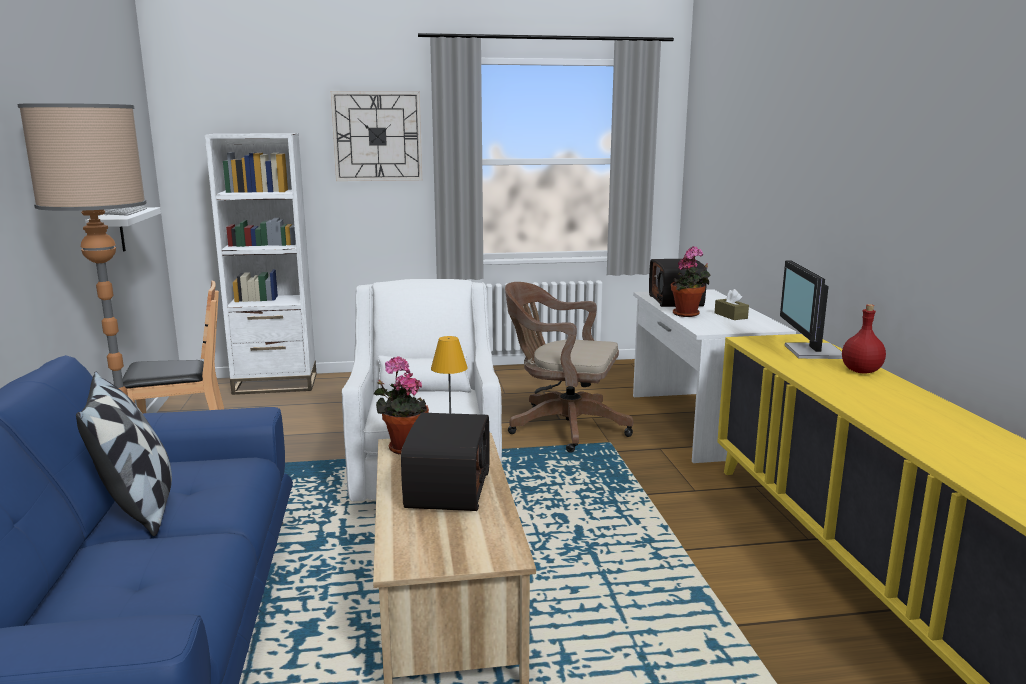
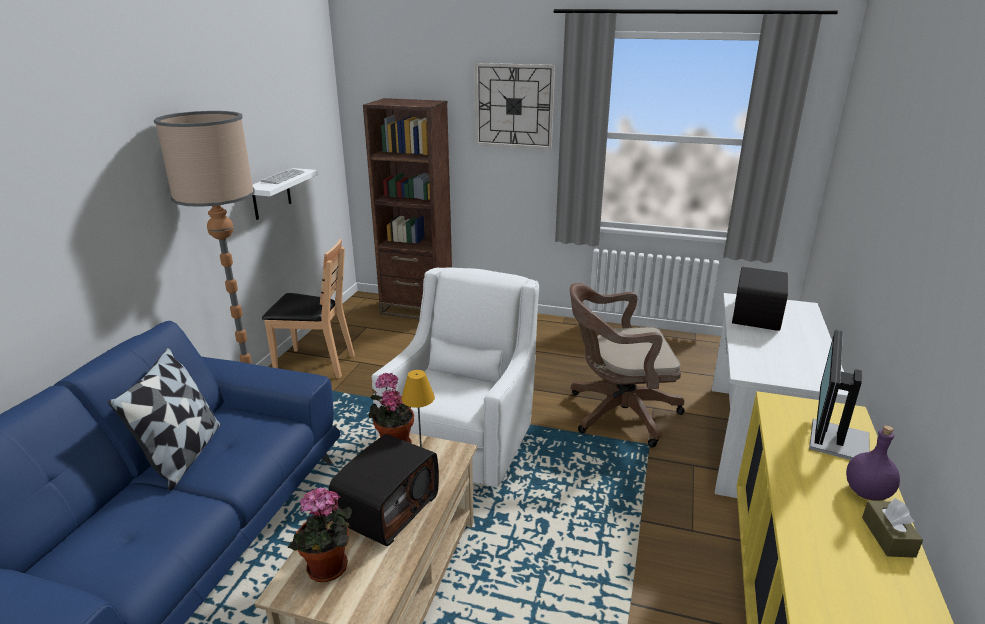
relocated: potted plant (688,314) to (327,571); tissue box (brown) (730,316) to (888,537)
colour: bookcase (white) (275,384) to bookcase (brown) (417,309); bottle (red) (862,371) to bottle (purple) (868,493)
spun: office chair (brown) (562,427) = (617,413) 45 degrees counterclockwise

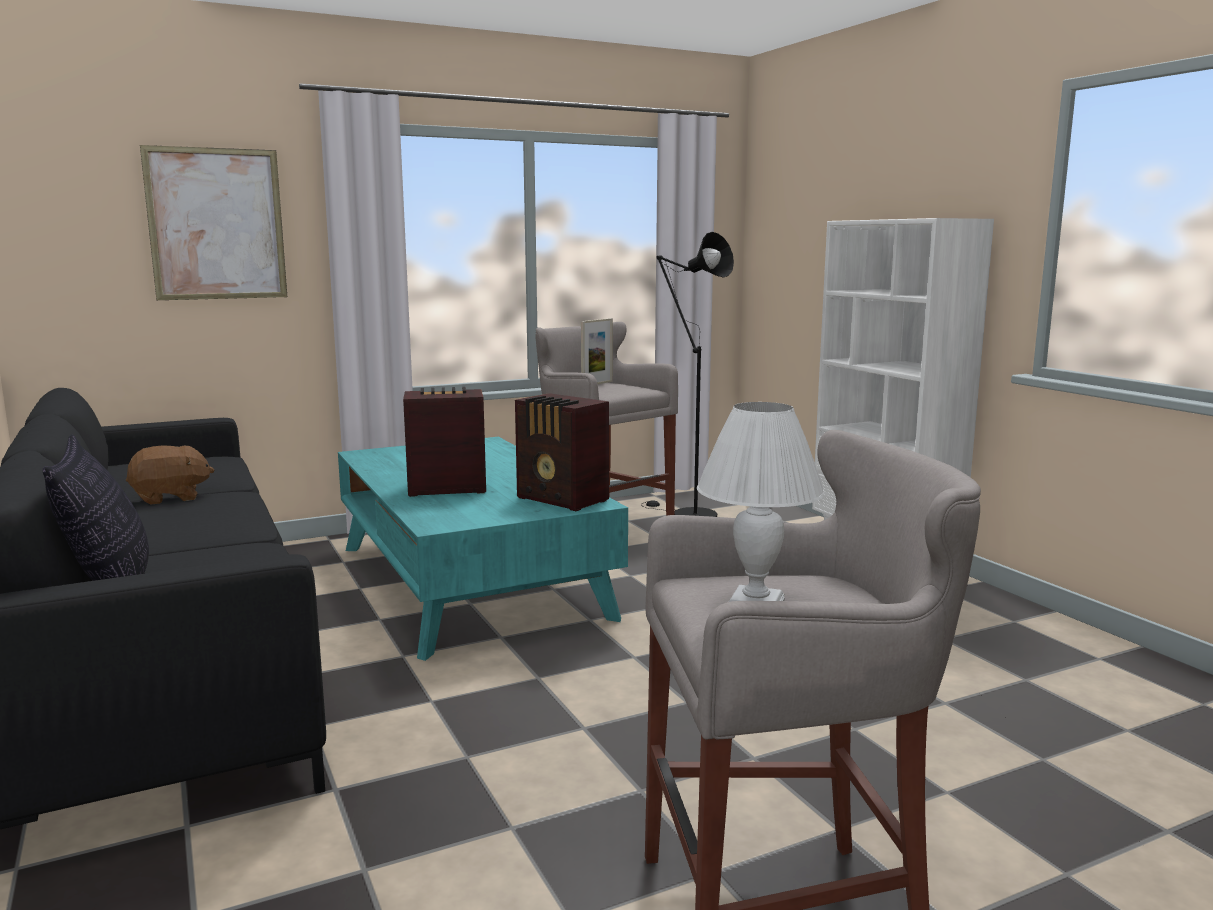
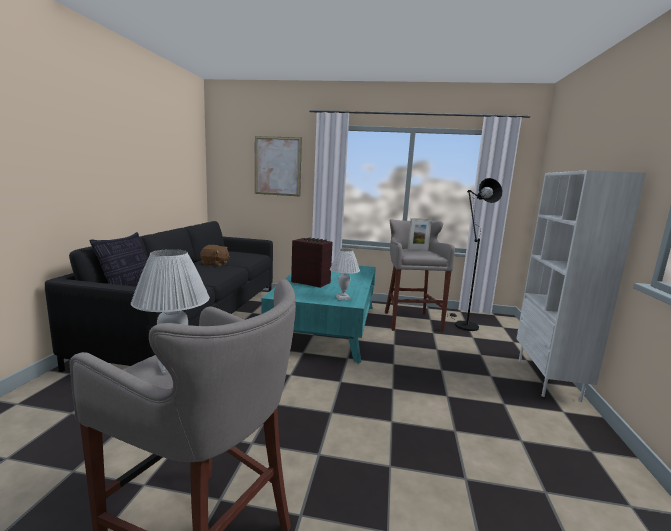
exchanged: radio (562,500) to table lamp (white) (343,298)

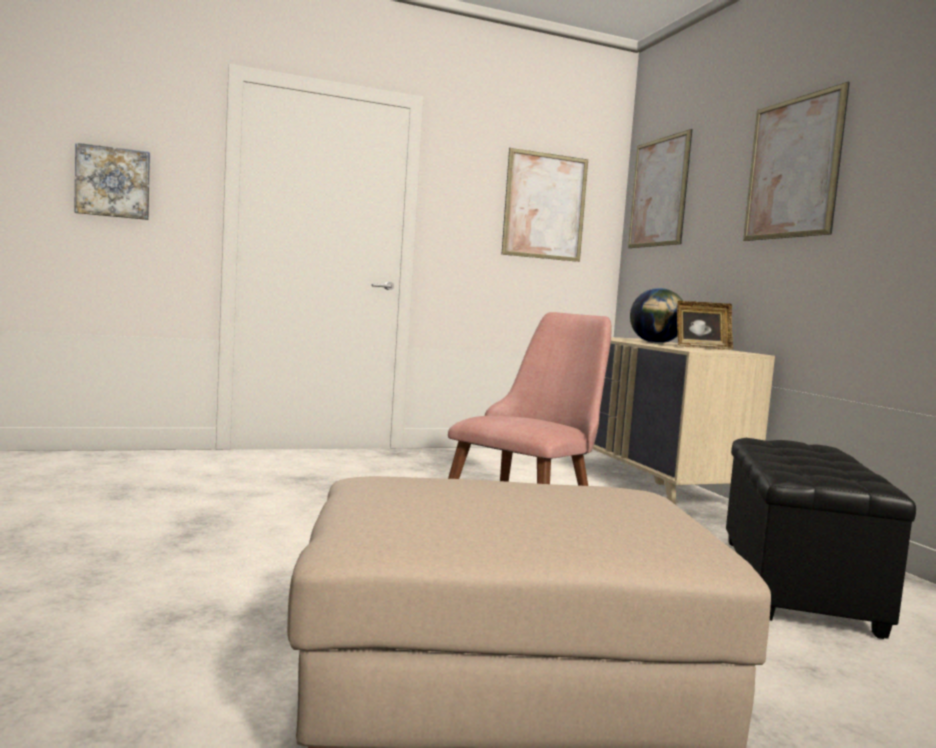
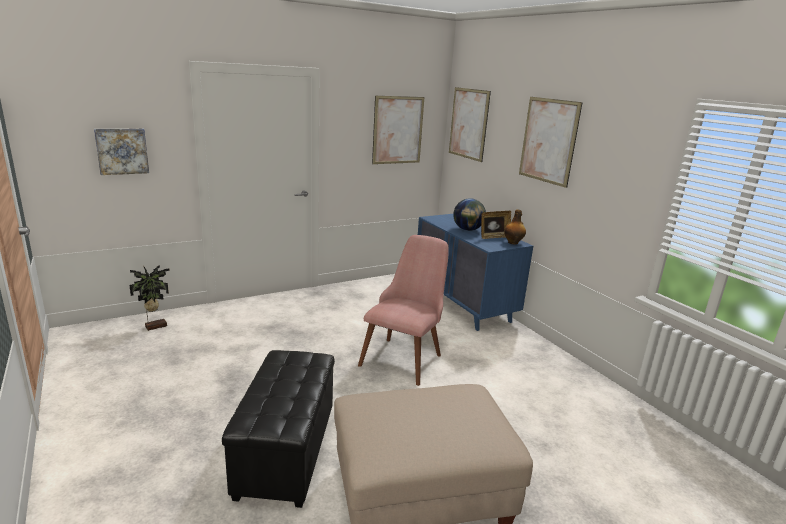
appeared: bottle (513,243); potted plant (155,326)
relocated: ottoman (black) (793,584) to (285,452)
colour: dresser (beige) (650,484) to dresser (blue) (463,305)

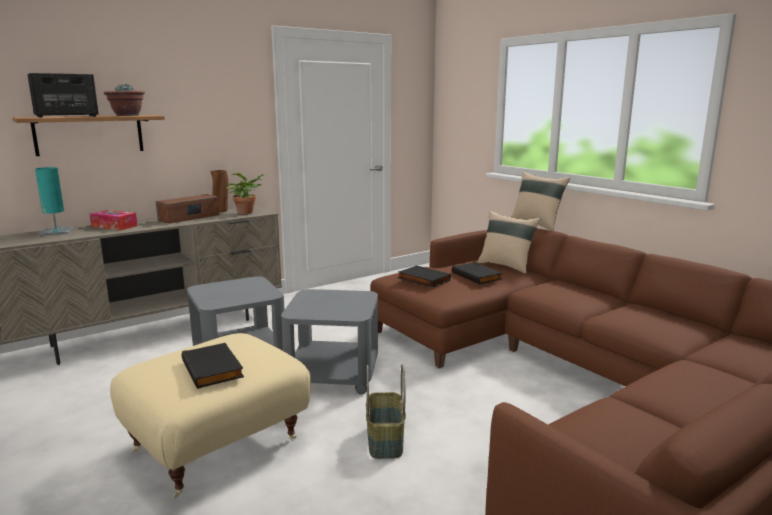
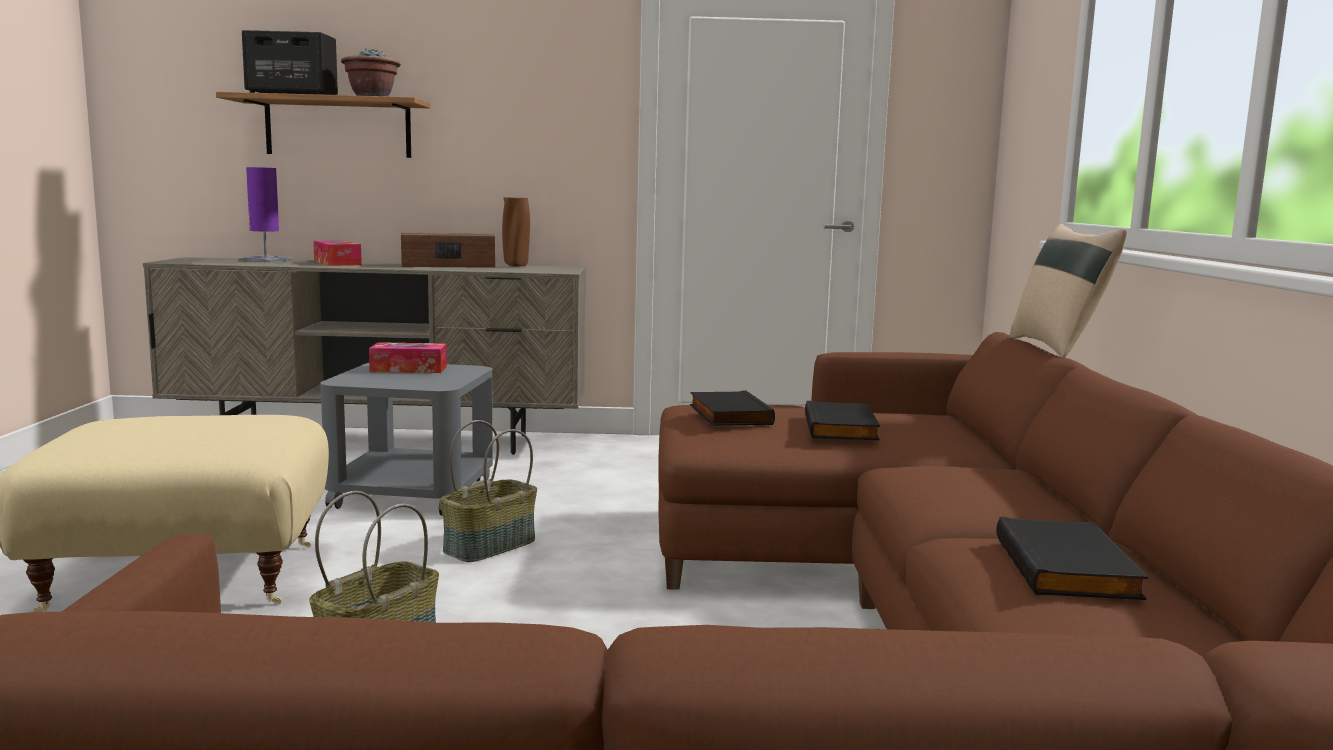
missing: potted plant (247,212); pillow (beige) (506,266)
appeared: tissue box (409,369)
relocated: book (black) (214,369) to (1069,568)
exchanged: side table (grey) (334,374) to basket (490,546)
colour: table lamp (turquoise) (56,231) to table lamp (purple) (265,260)

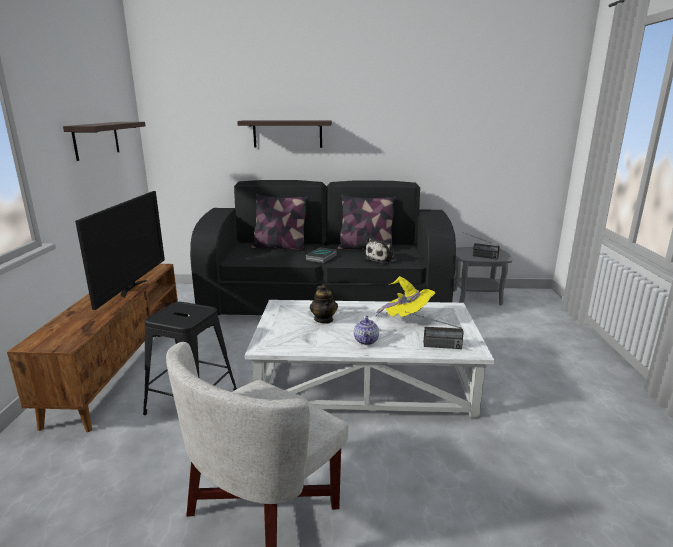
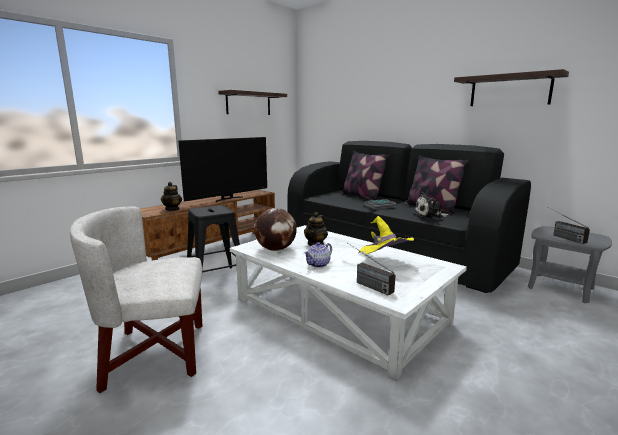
appeared: teapot (172,209); globe (276,249)
relocated: shelf (287,134) to (509,90)

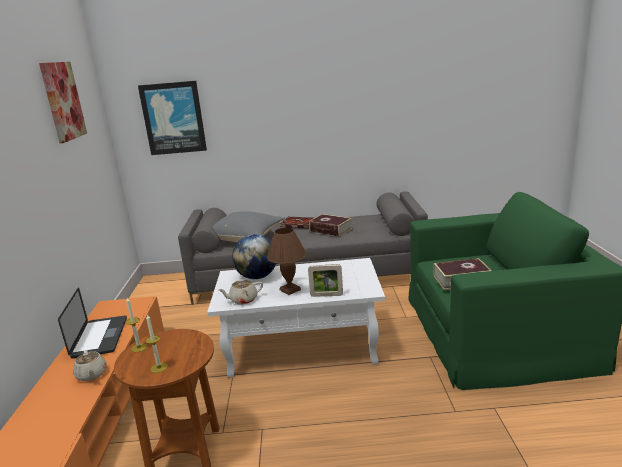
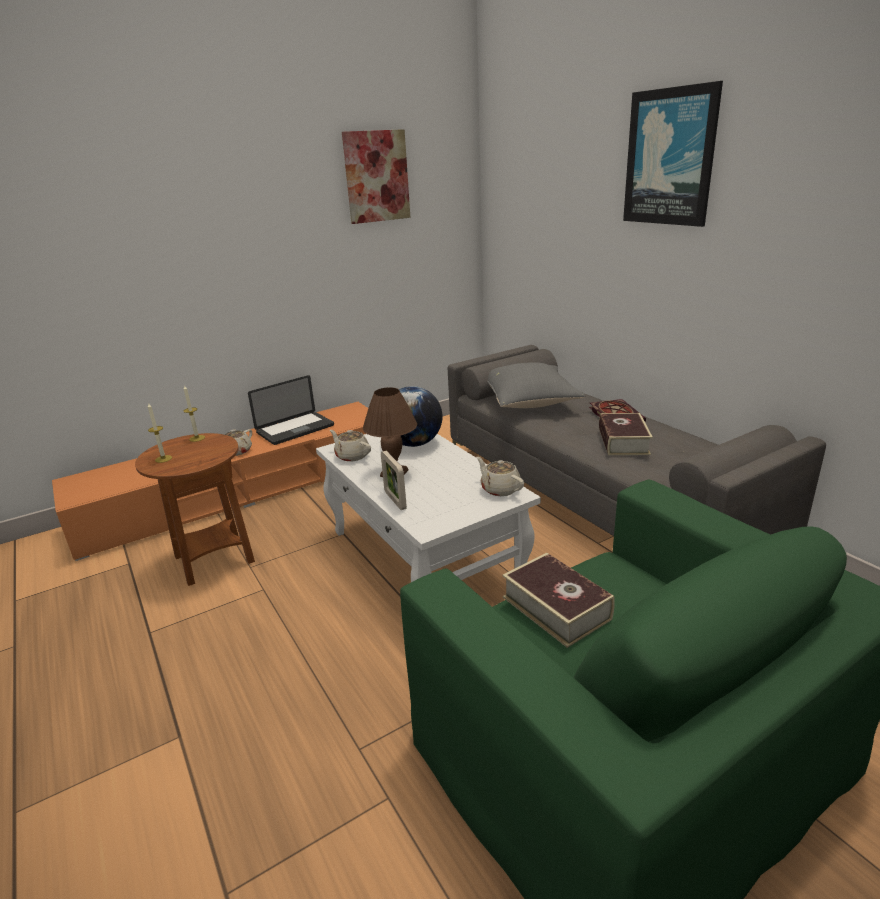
appeared: teapot (beige) (500,489)
relocated: picture (173,118) to (670,157)

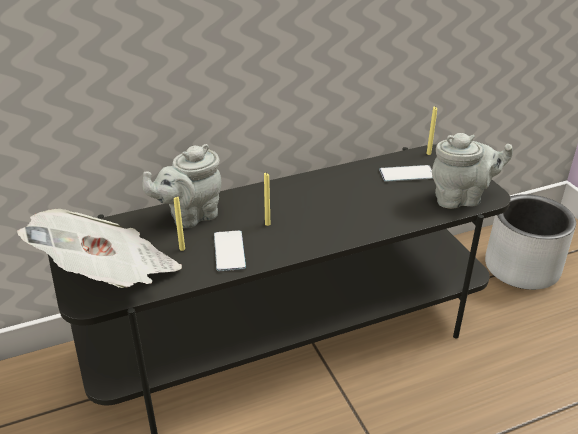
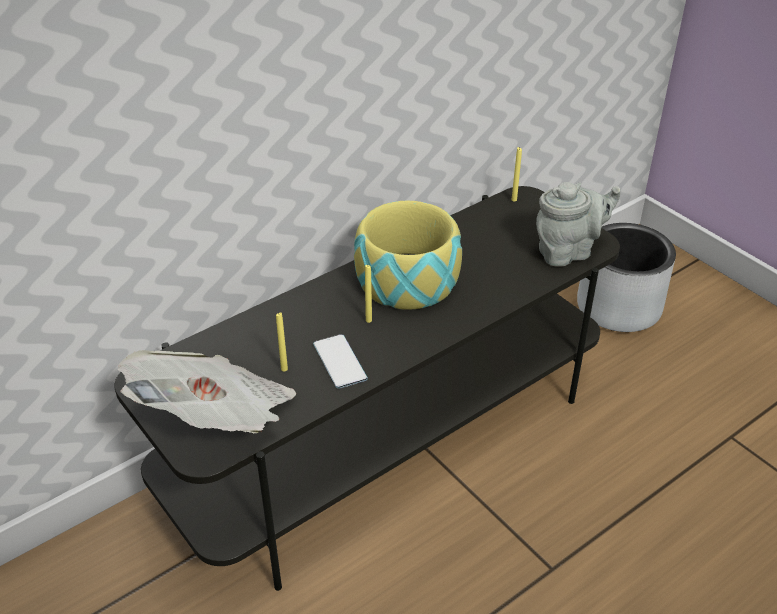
missing: teapot (grey) (190,216); phone (406,174)
appeared: bowl (406,280)

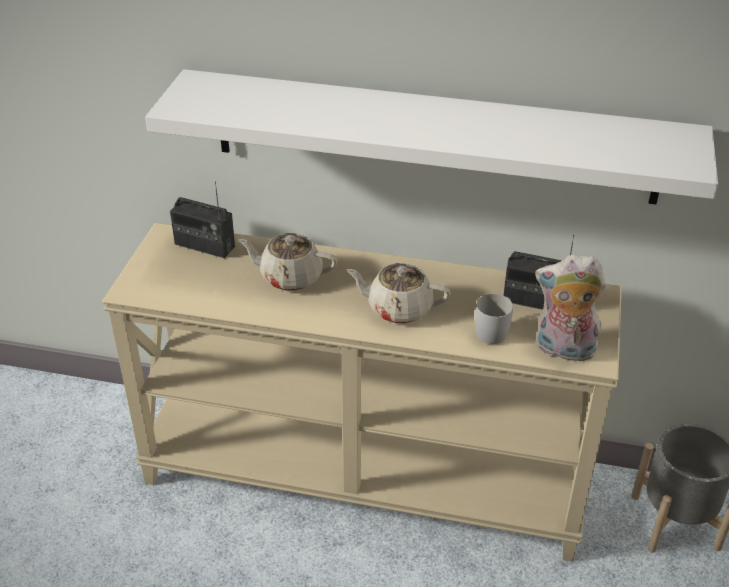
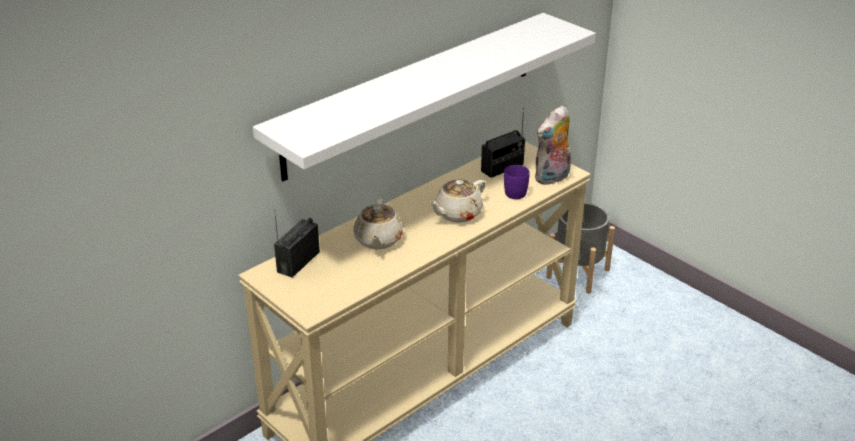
colour: mug (white) (494,330) to mug (purple) (513,191)
spun: radio (204,245) = (298,262) 150 degrees clockwise; teapot (beige) (290,277) = (378,240) 45 degrees counterclockwise

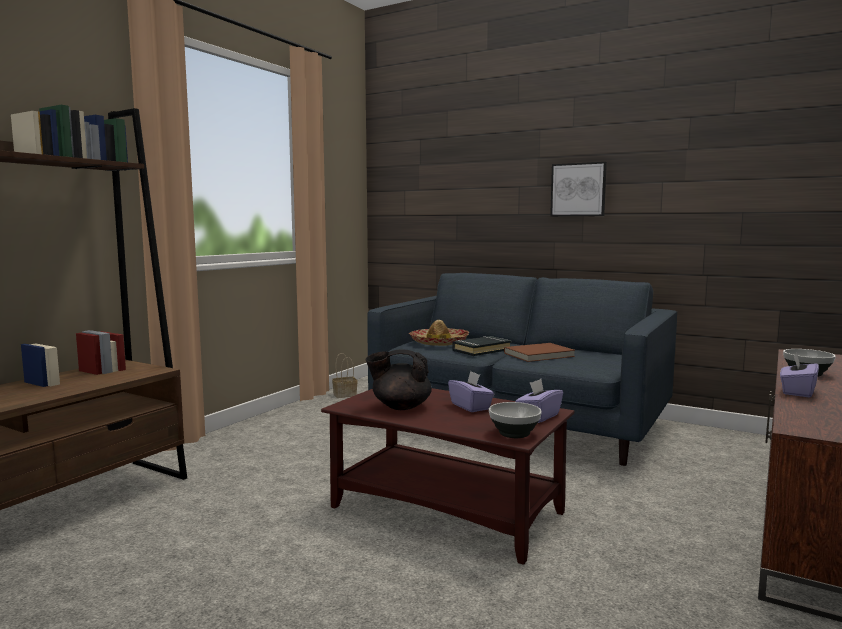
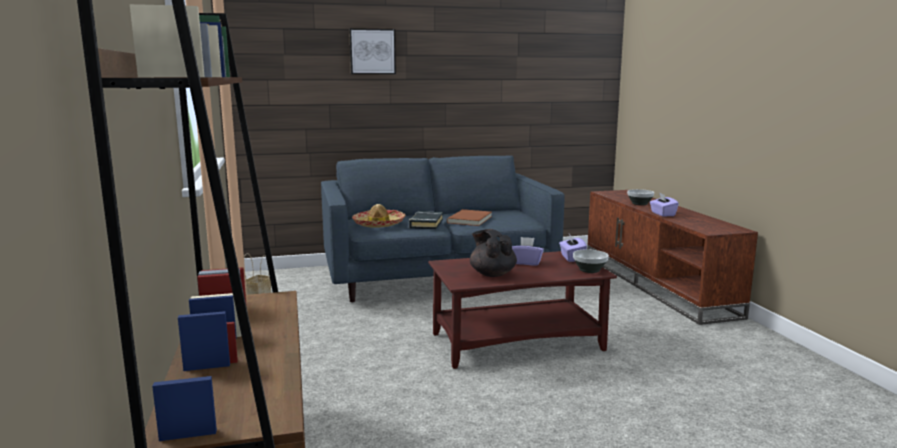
relocated: picture (578,190) to (372,51)
spun: teapot (black) (400,407) = (492,274) 105 degrees clockwise

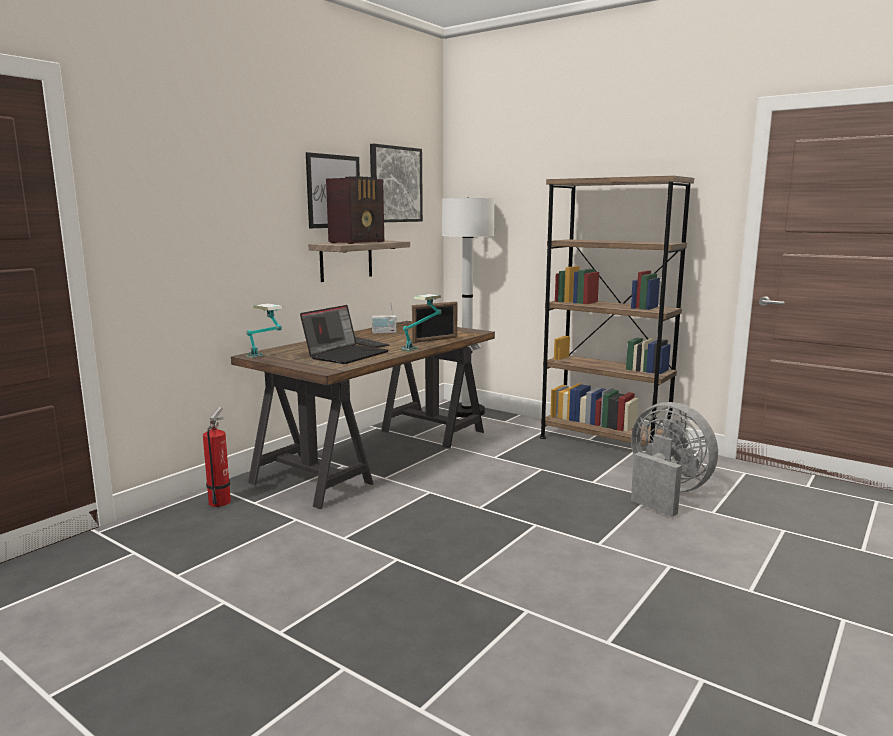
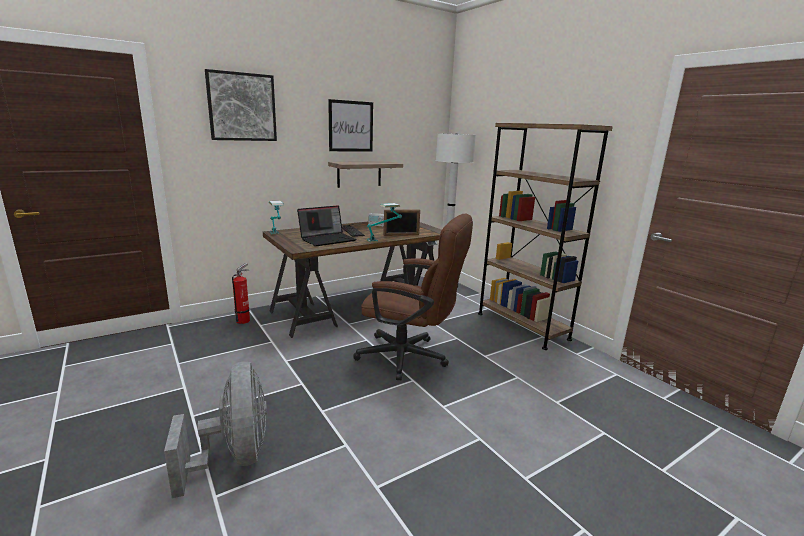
missing: radio (358,242)
appeared: office chair (brown) (410,358)
relocated: picture (395,184) to (242,107); fan (grey) (665,493) to (234,457)

